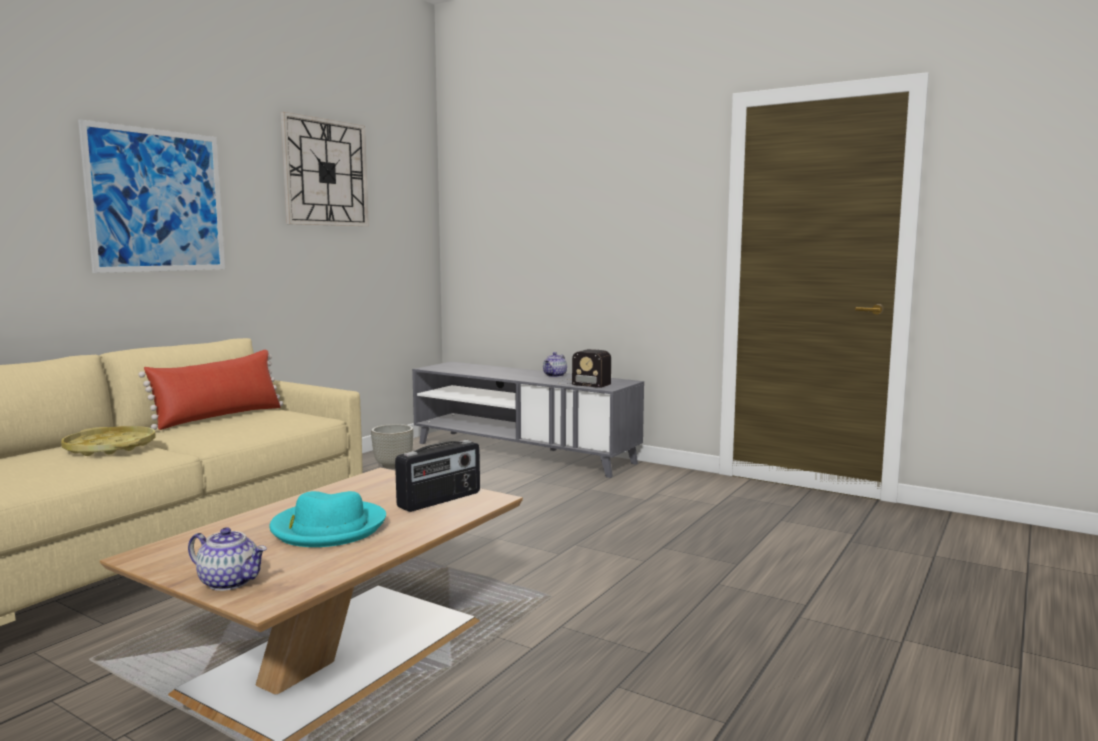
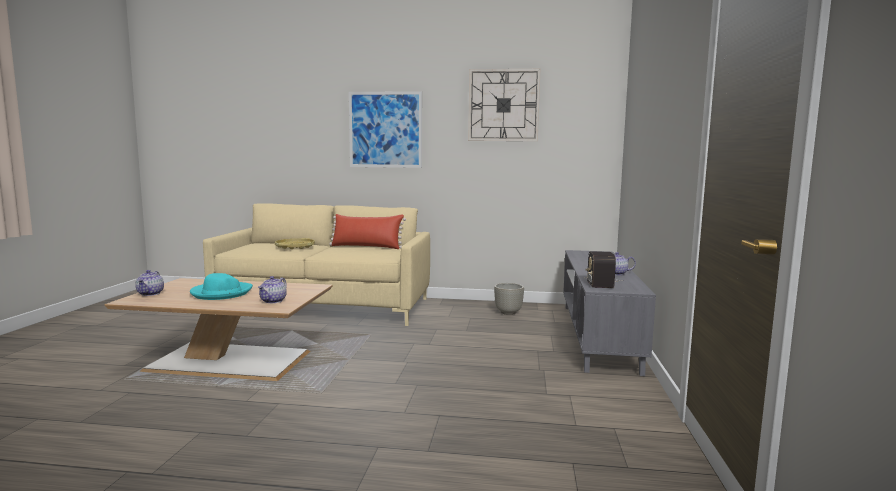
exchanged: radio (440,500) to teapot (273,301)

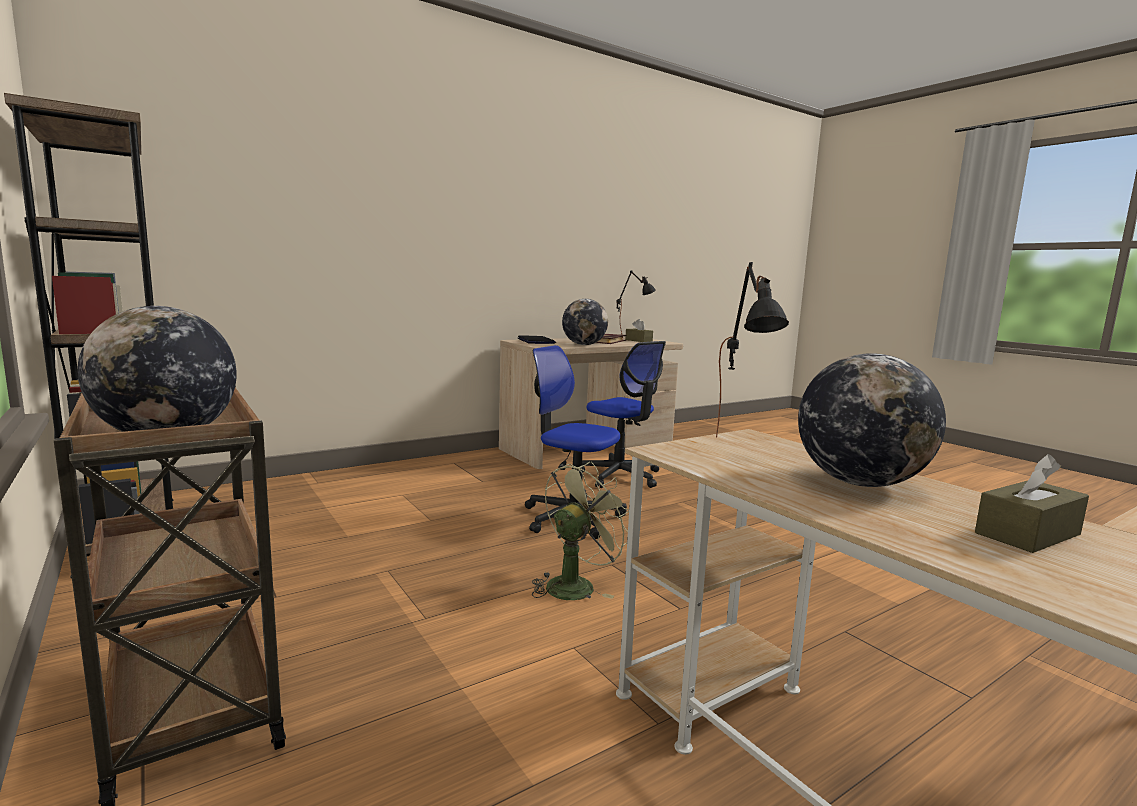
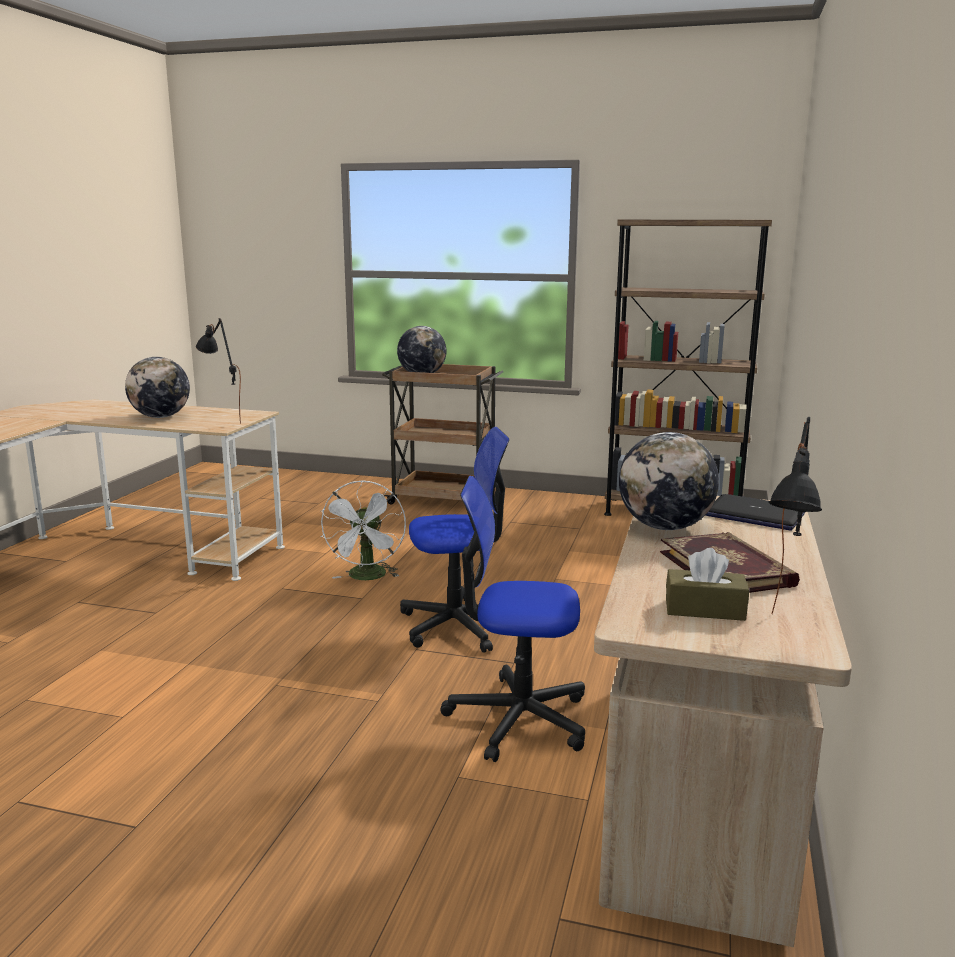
missing: tissue box (brown) (1027,534)
colour: fan (green) (576,584) to fan (white) (367,577)

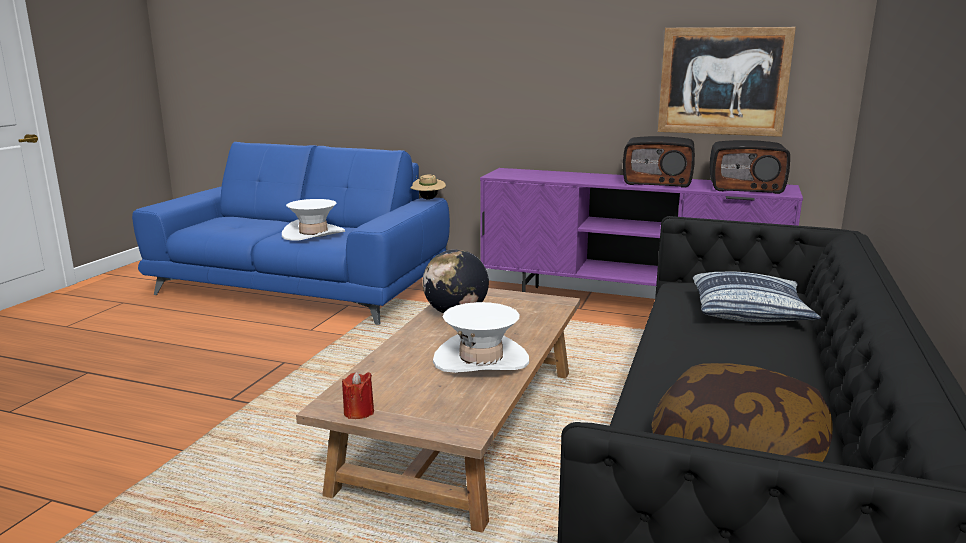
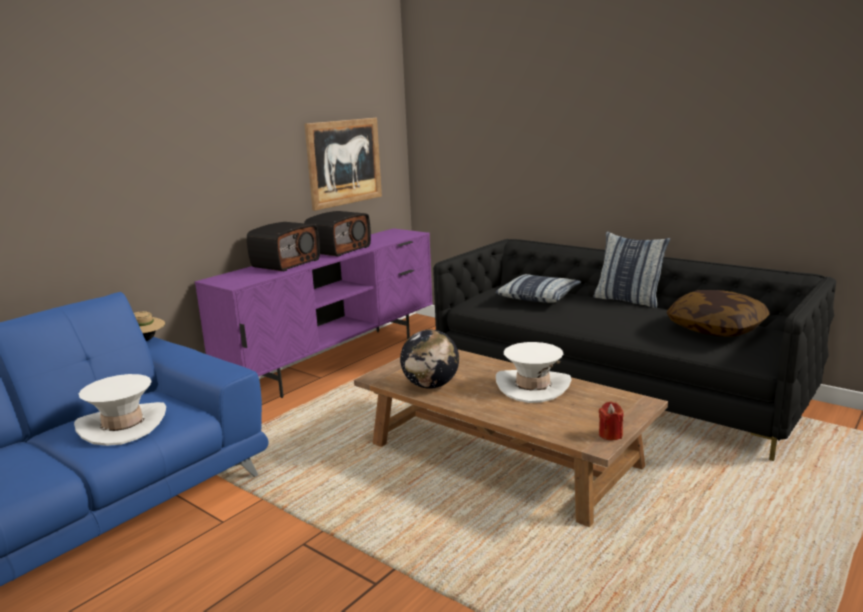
appeared: pillow (628,300)
relocated: radio (746,187) to (285,263)

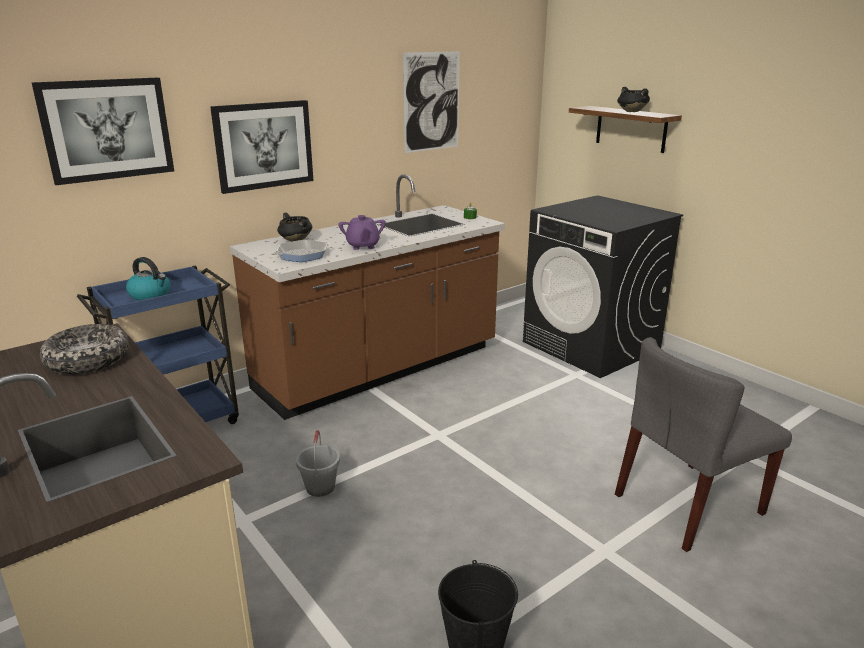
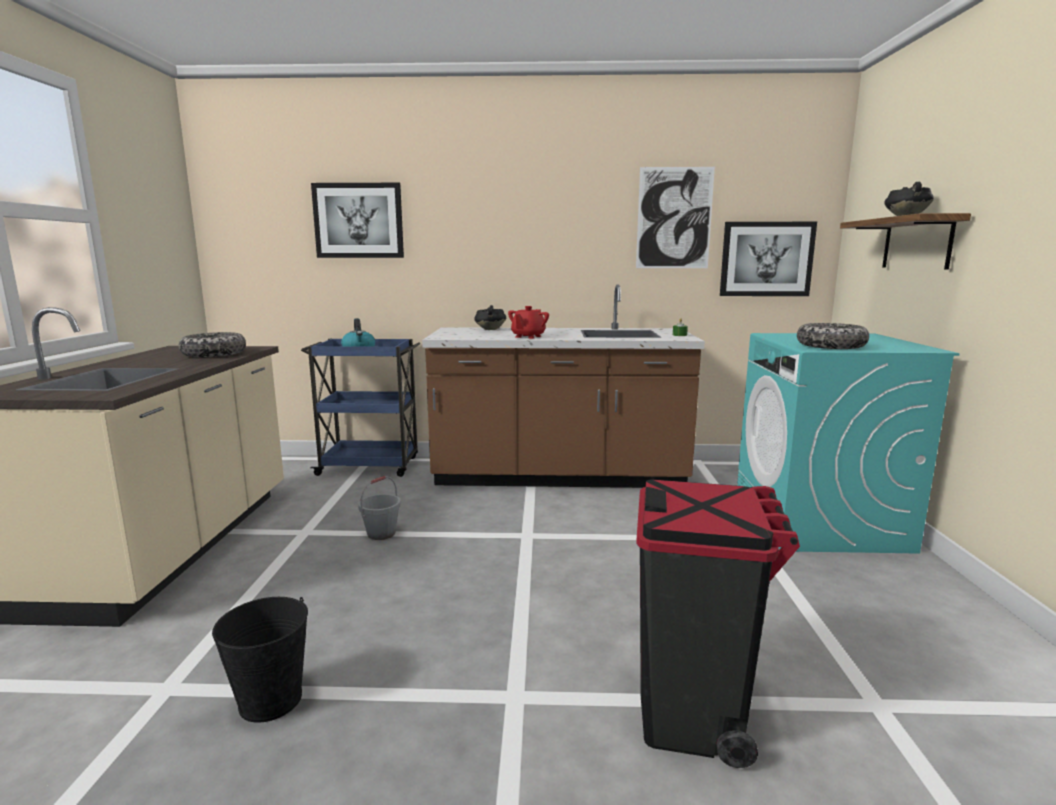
missing: frying pan (302,255)
appeared: bowl (830,346)
relocated: picture (264,145) to (766,259)
exchanged: chair (grey) (688,505) to trash can (black) (692,712)
colour: washing machine (black) (591,346) to washing machine (turquoise) (819,521); teapot (purple) (363,246) to teapot (red) (528,336)

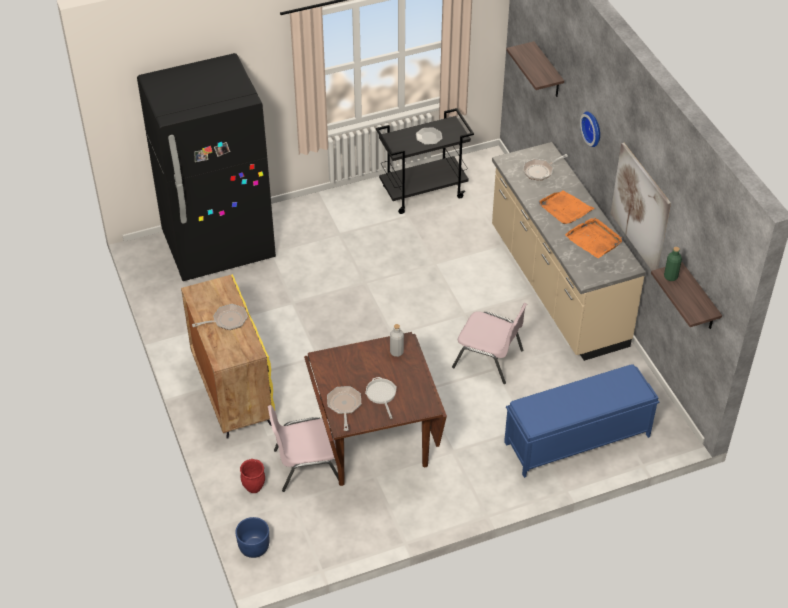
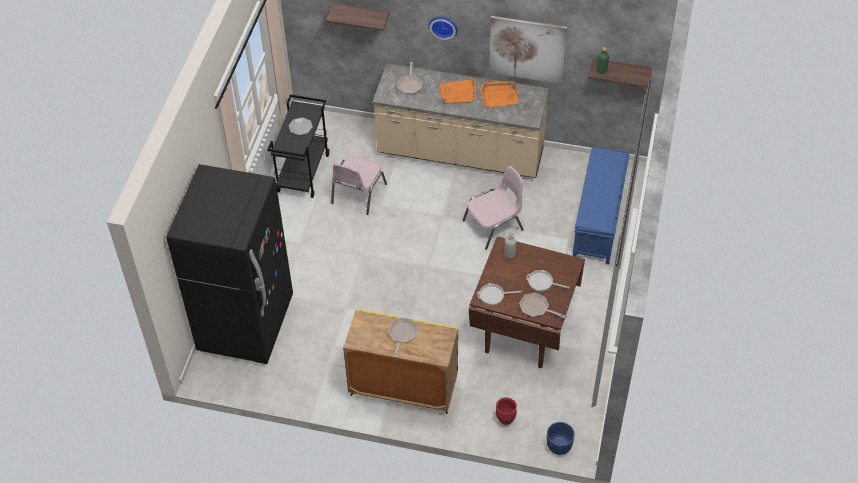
appeared: frying pan (493,295)
relocated: chair (pink) (306,465) to (357,194)

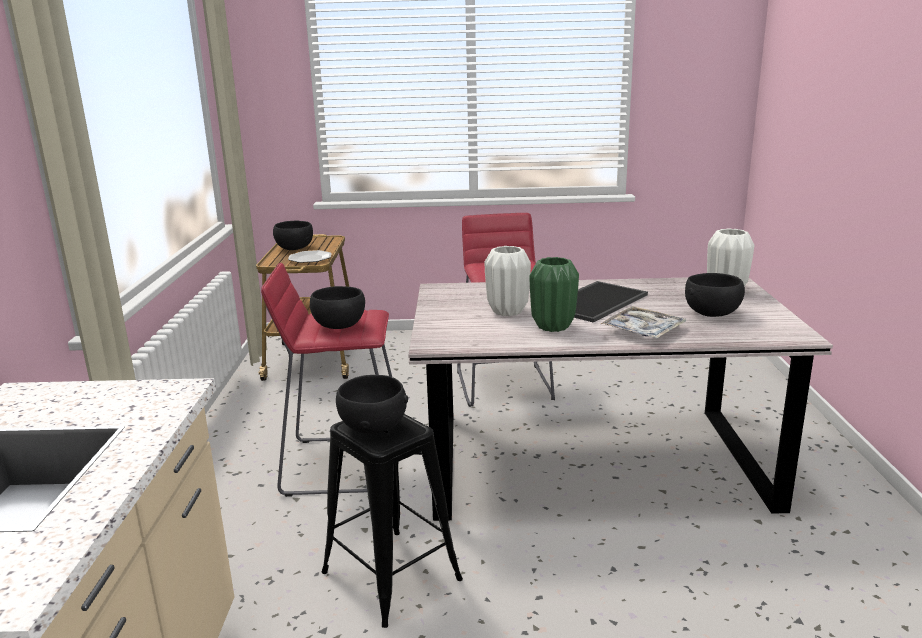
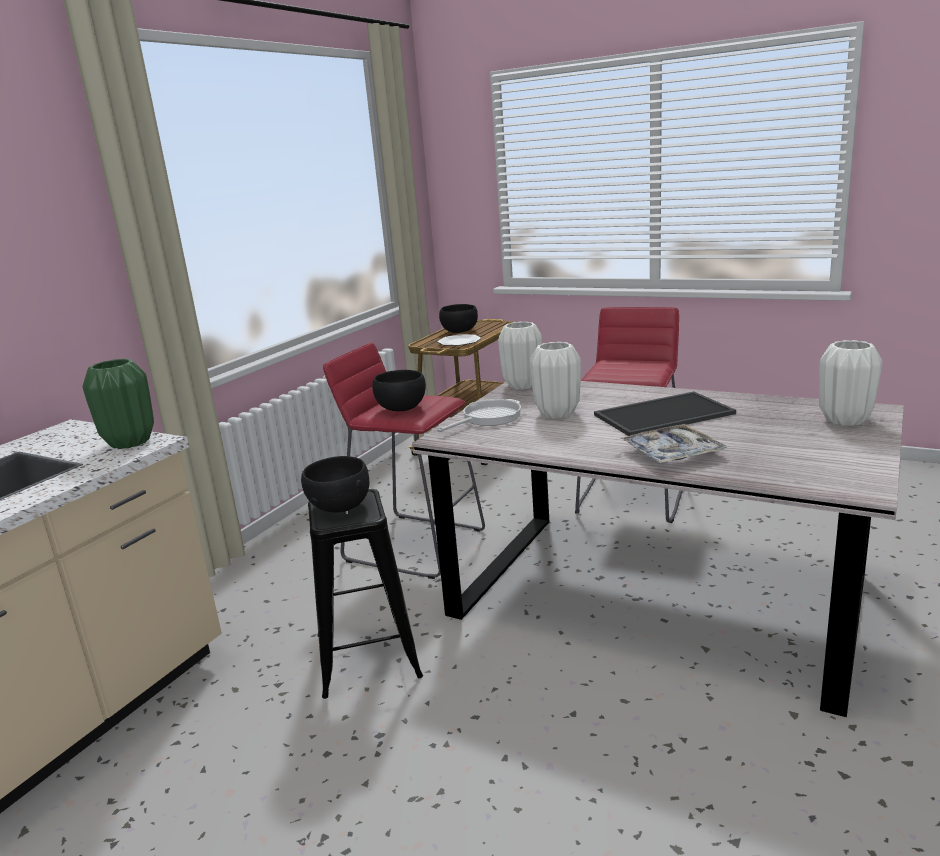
missing: bowl (black) (712,313)
appeared: vase (white) (522,386); frying pan (488,418)
relocated: vase (green) (553,327) to (129,443)

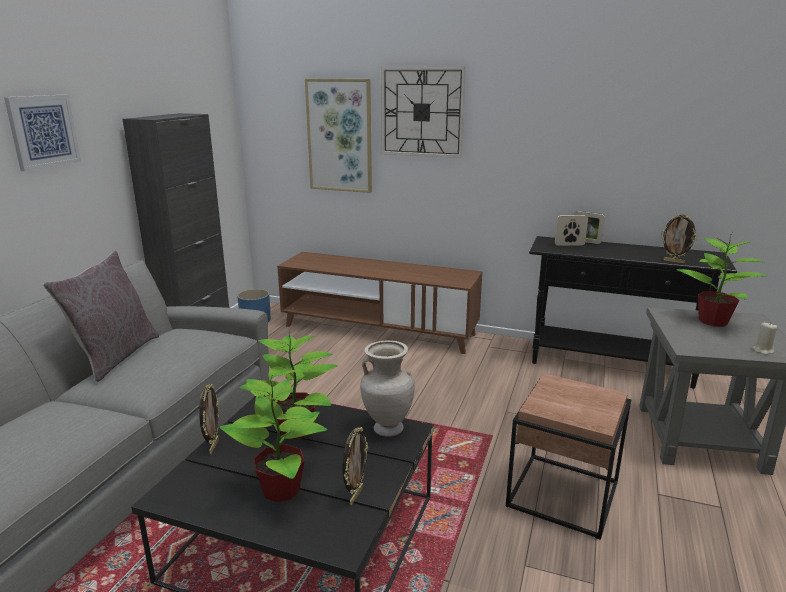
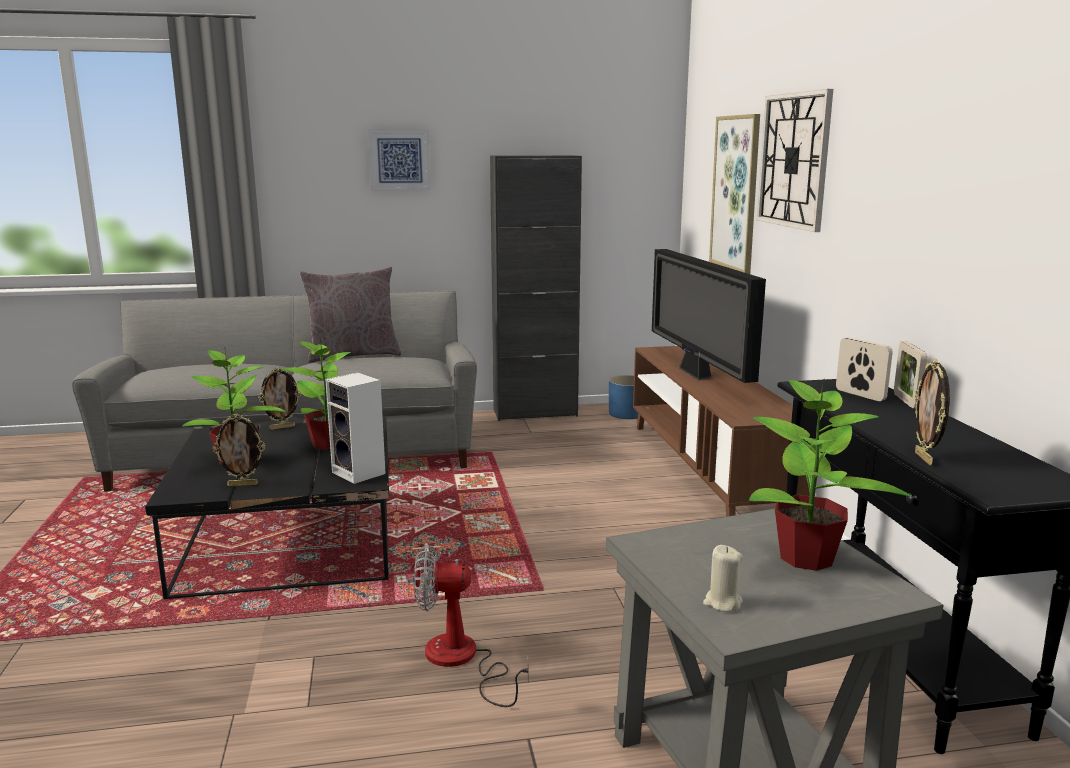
appeared: television (695,374)
exchanged: vase (beige) (388,429) to speaker (360,473); side table (brown) (564,494) to fan (462,661)

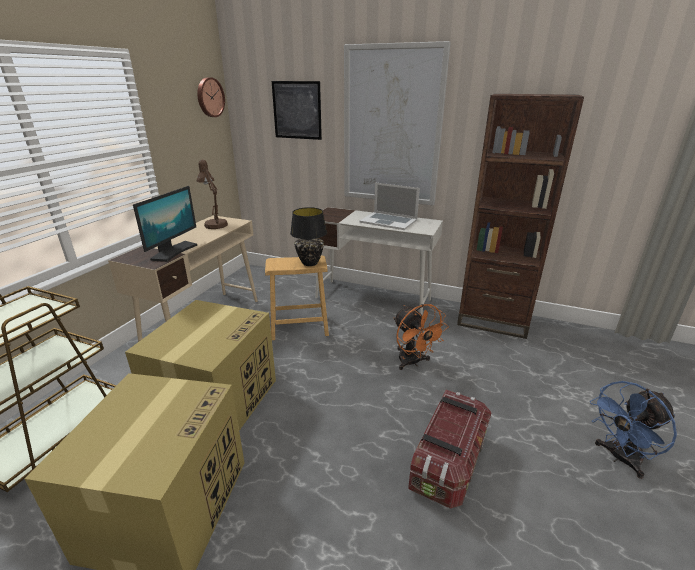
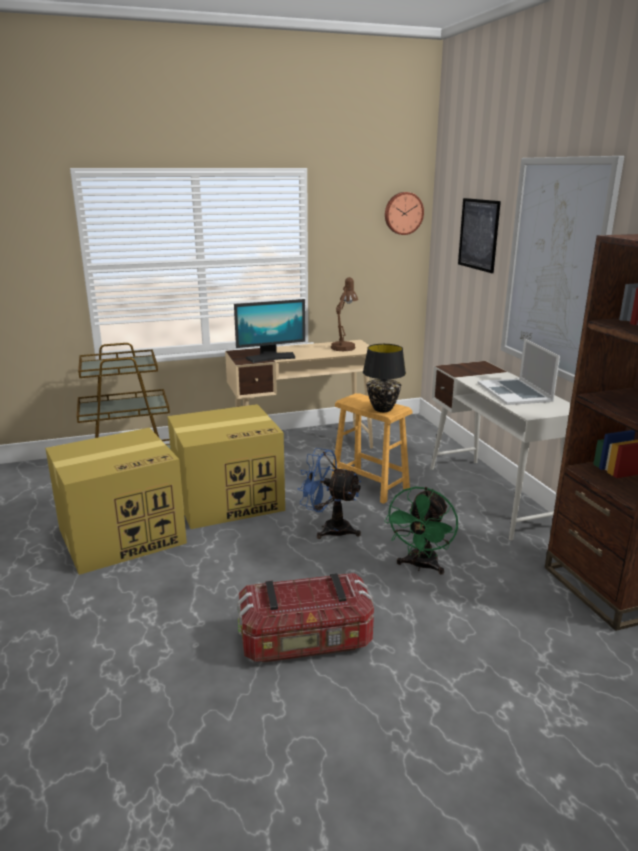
relocated: fan (blue) (619,458) to (329,528)
colour: fan (orange) (413,362) to fan (green) (420,566)

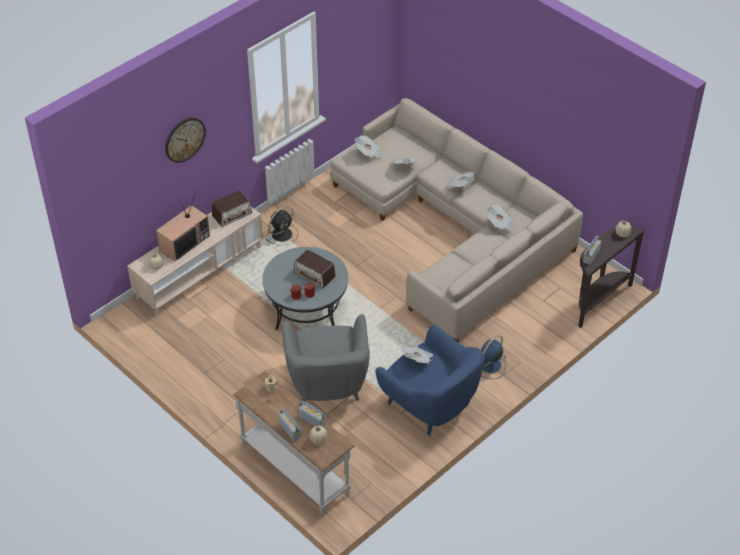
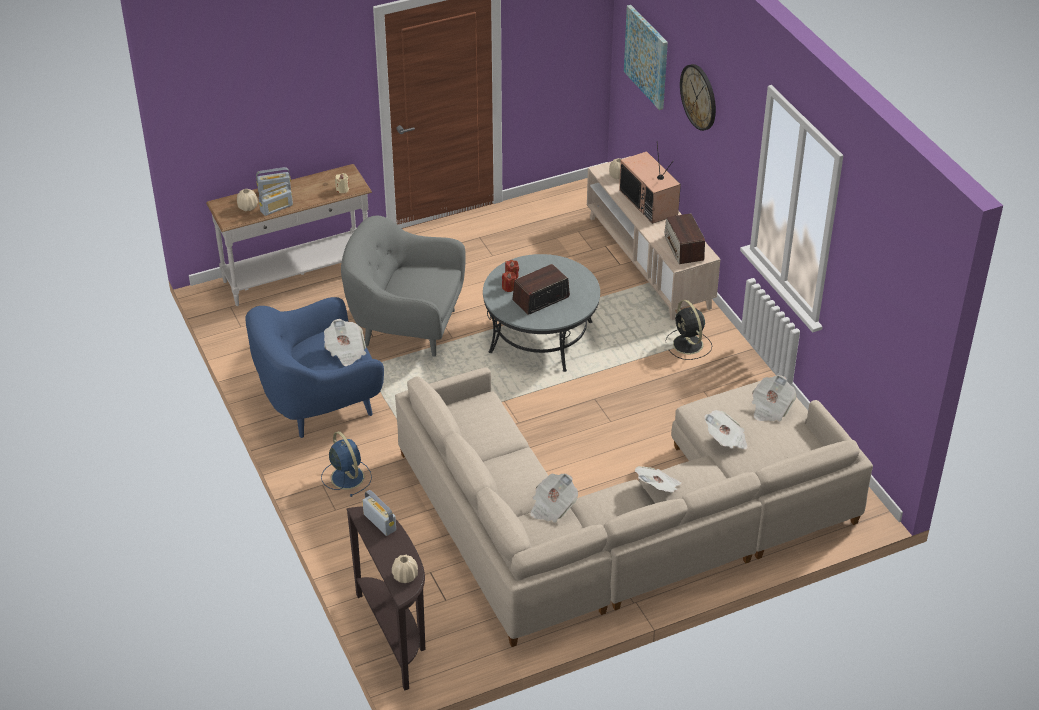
appeared: picture (647,56)

